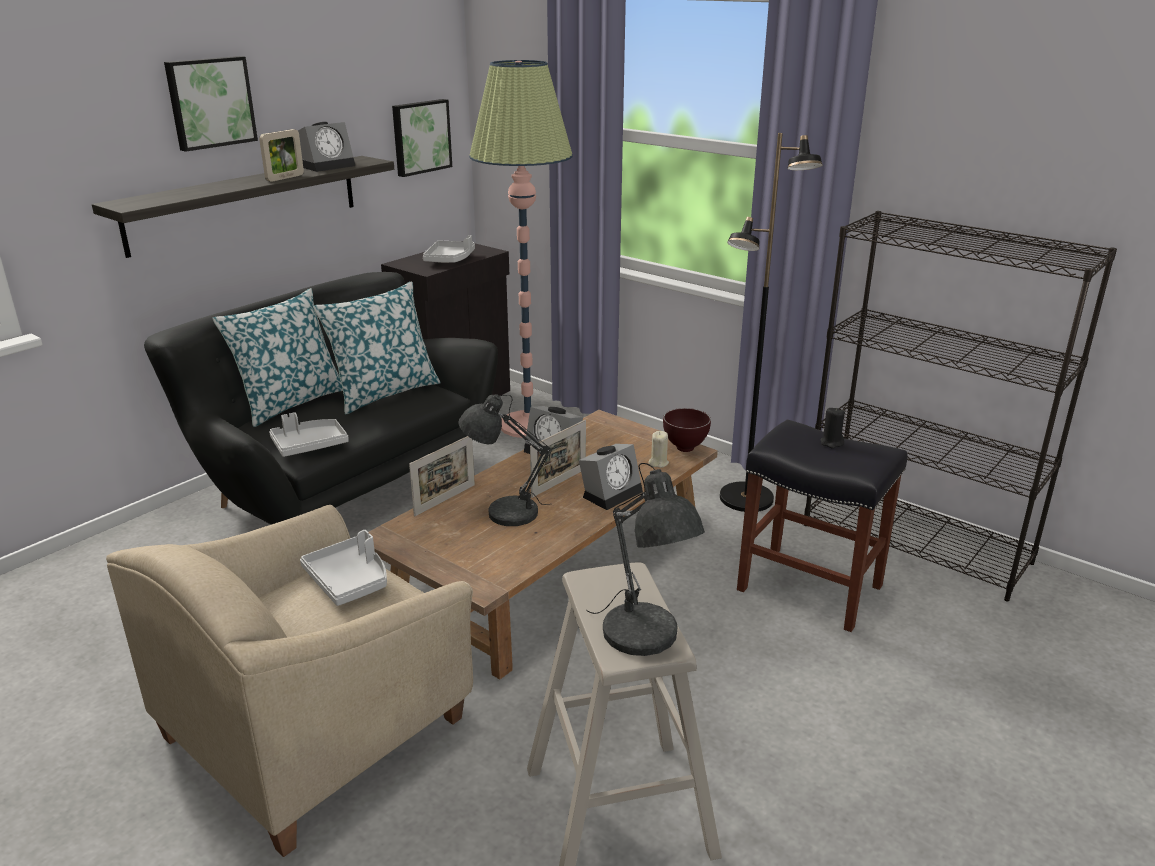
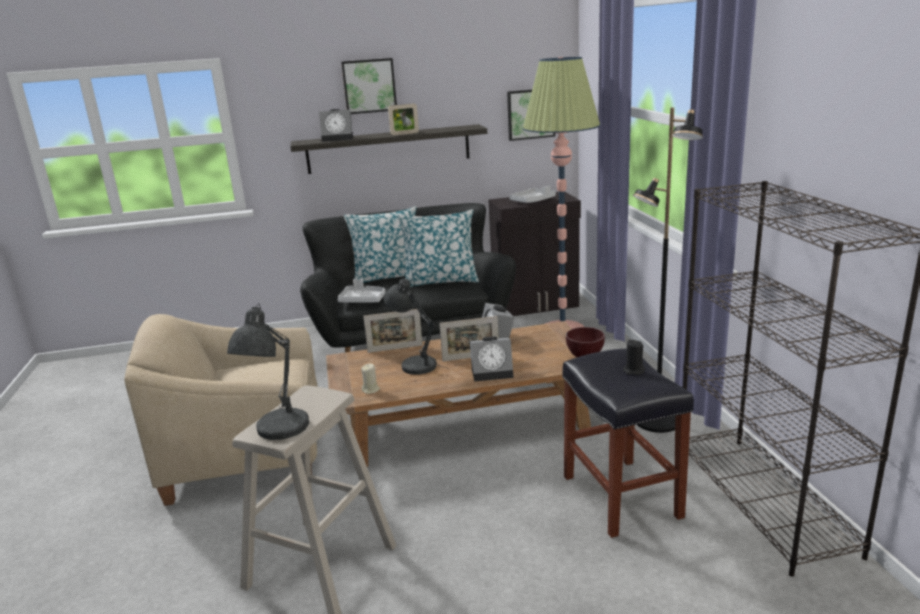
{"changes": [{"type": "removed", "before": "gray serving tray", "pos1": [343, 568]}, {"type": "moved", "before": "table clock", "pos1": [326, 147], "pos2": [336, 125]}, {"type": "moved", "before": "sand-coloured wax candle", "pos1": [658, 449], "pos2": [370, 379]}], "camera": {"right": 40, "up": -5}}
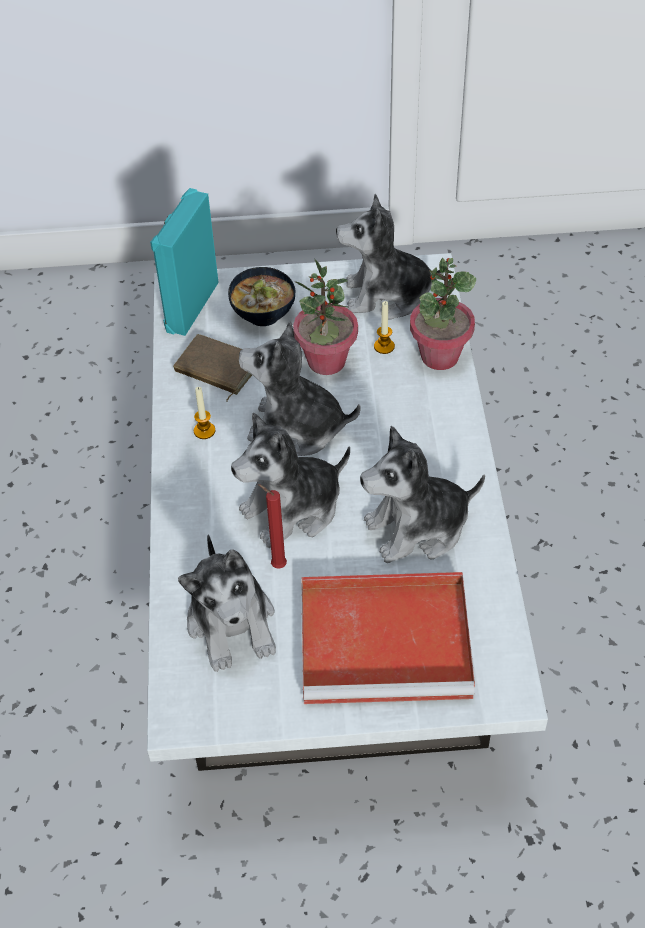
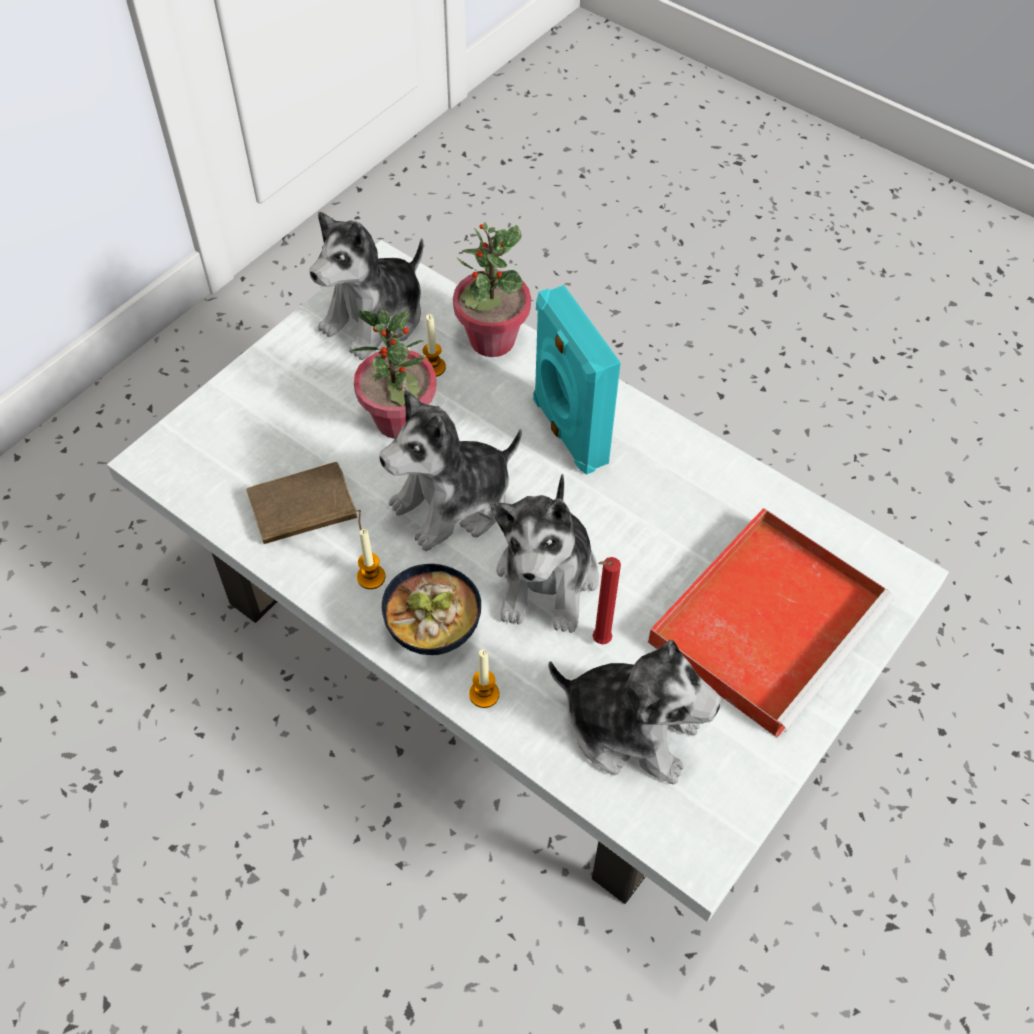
{"changes": [{"type": "removed", "before": "cuddly toy", "pos1": [422, 494]}, {"type": "added", "after": "wax candle", "pos2": [484, 678]}, {"type": "moved", "before": "turquoise speaker", "pos1": [184, 262], "pos2": [577, 380]}, {"type": "moved", "before": "serving bowl", "pos1": [261, 296], "pos2": [431, 609]}], "camera": {"right": -50, "up": 5}}
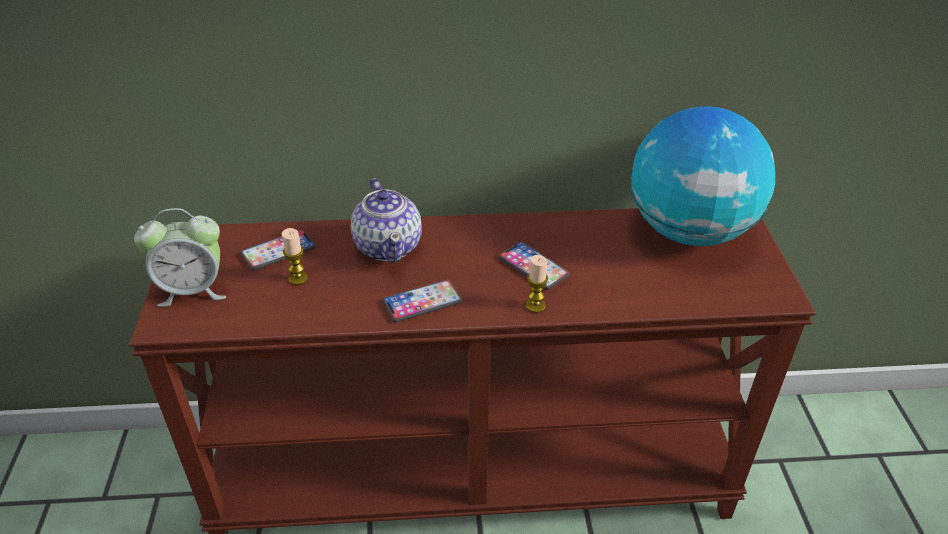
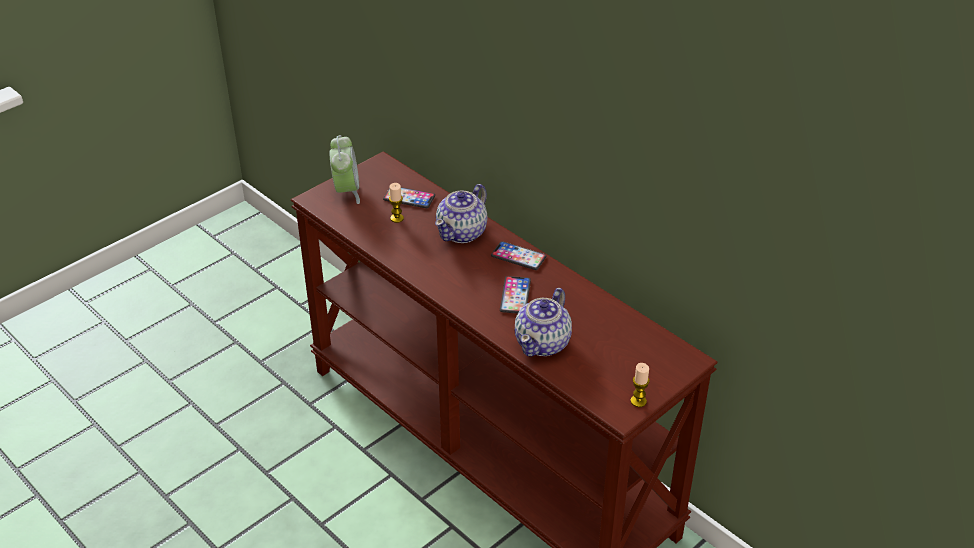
{"changes": [{"type": "removed", "before": "globe", "pos1": [702, 176]}, {"type": "added", "after": "pot for tea", "pos2": [543, 322]}, {"type": "moved", "before": "phone", "pos1": [422, 301], "pos2": [518, 255]}, {"type": "moved", "before": "wax candle", "pos1": [536, 284], "pos2": [640, 385]}, {"type": "turned", "before": "table clock", "pos1": [180, 257], "pos2": [345, 169], "turn": -135}], "camera": {"right": 50, "up": 0}}
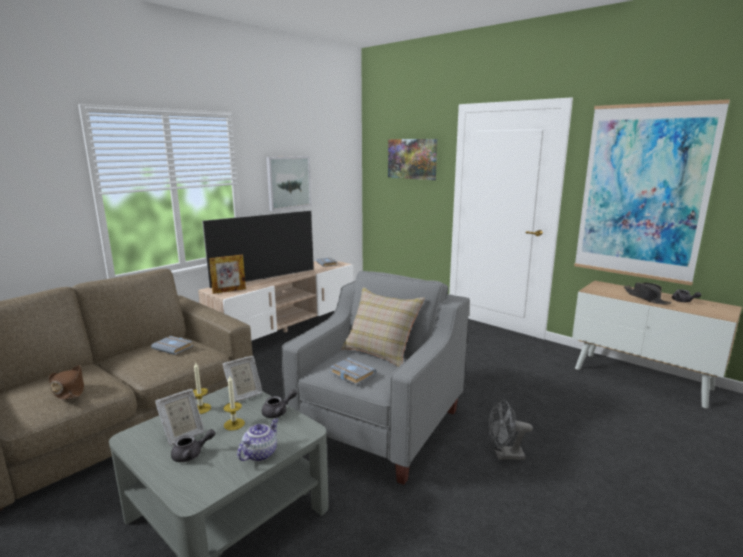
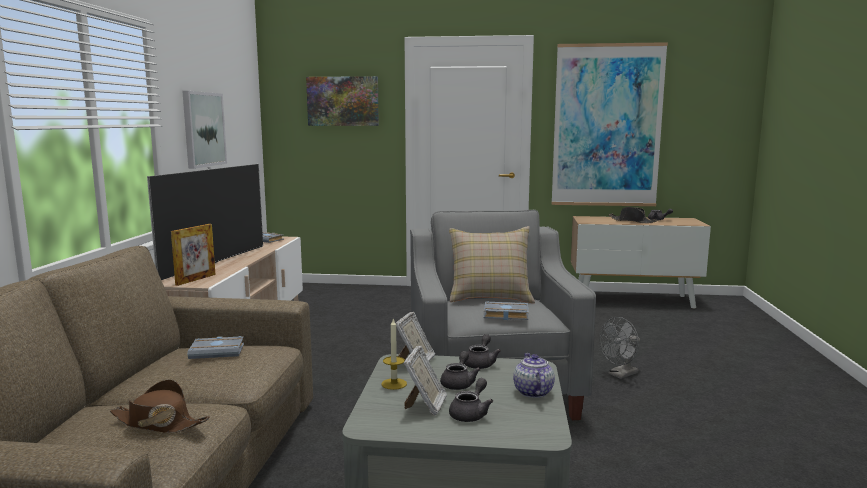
{"changes": [{"type": "replaced", "before": "wax candle", "after": "gray pot for tea", "pos1": [234, 403], "pos2": [460, 370]}], "camera": {"right": -35, "up": -5}}
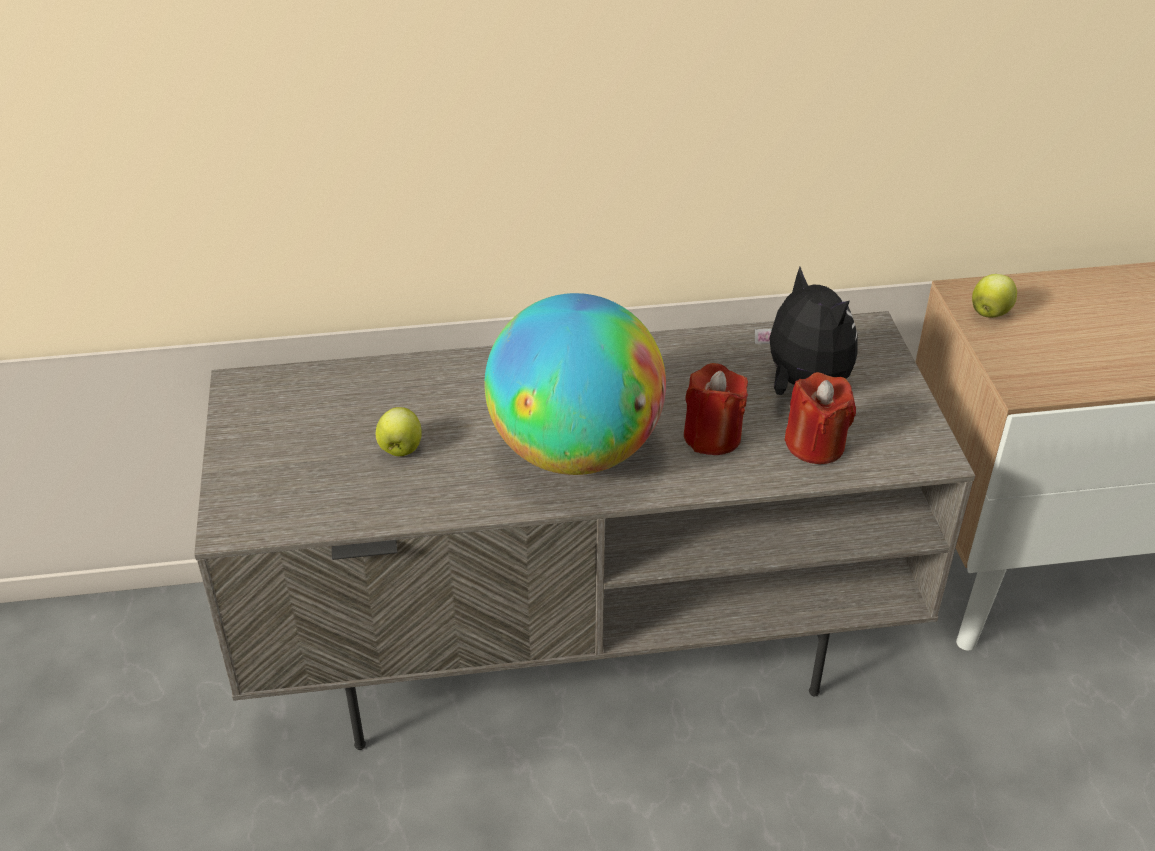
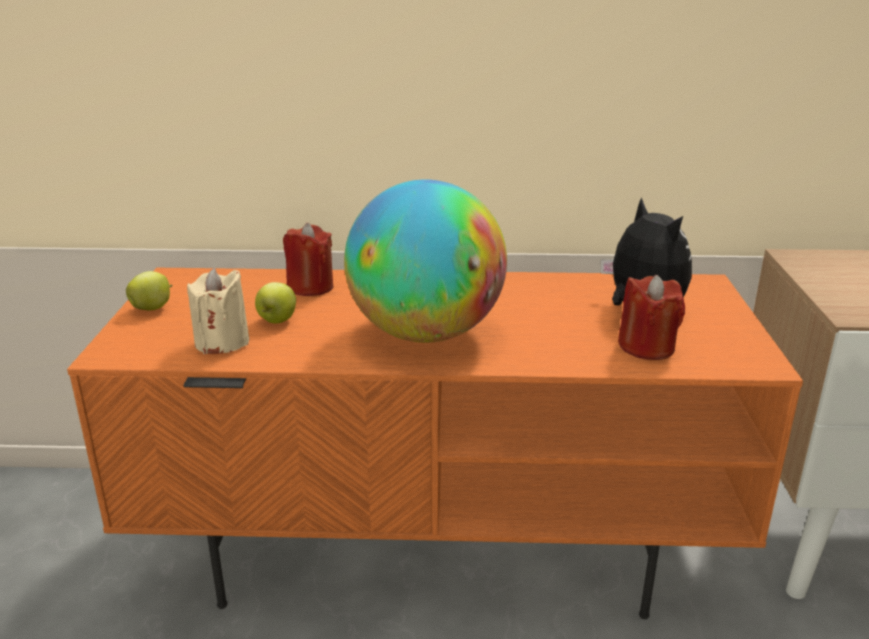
{"changes": [{"type": "added", "after": "sand-coloured wax candle", "pos2": [218, 311]}, {"type": "moved", "before": "reddish wax candle", "pos1": [716, 409], "pos2": [308, 259]}, {"type": "moved", "before": "apple fruit", "pos1": [994, 296], "pos2": [149, 290]}, {"type": "recoloured", "before": "gray tv unit", "after": "orange-coloured tv unit", "pos1": [584, 530], "pos2": [435, 443]}], "camera": {"right": 10, "up": -15}}
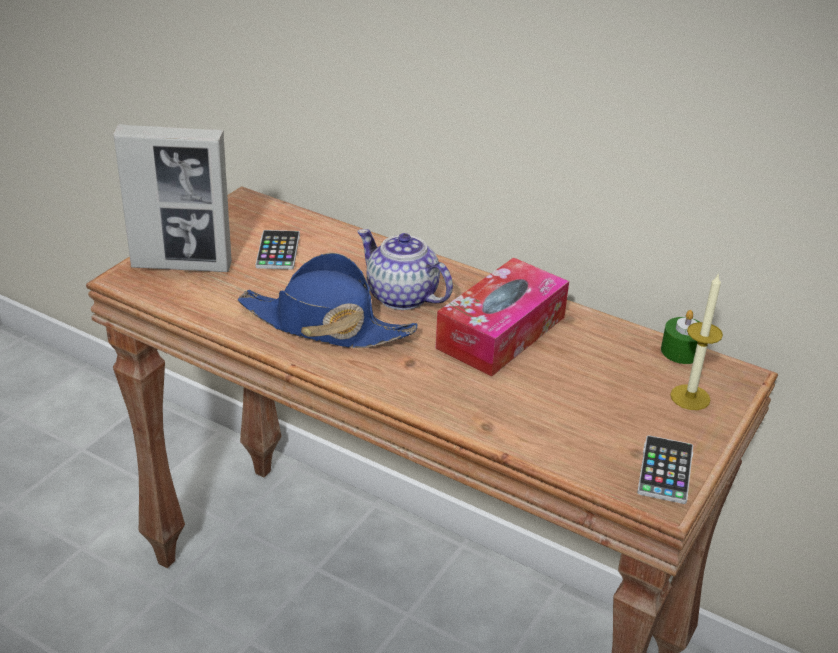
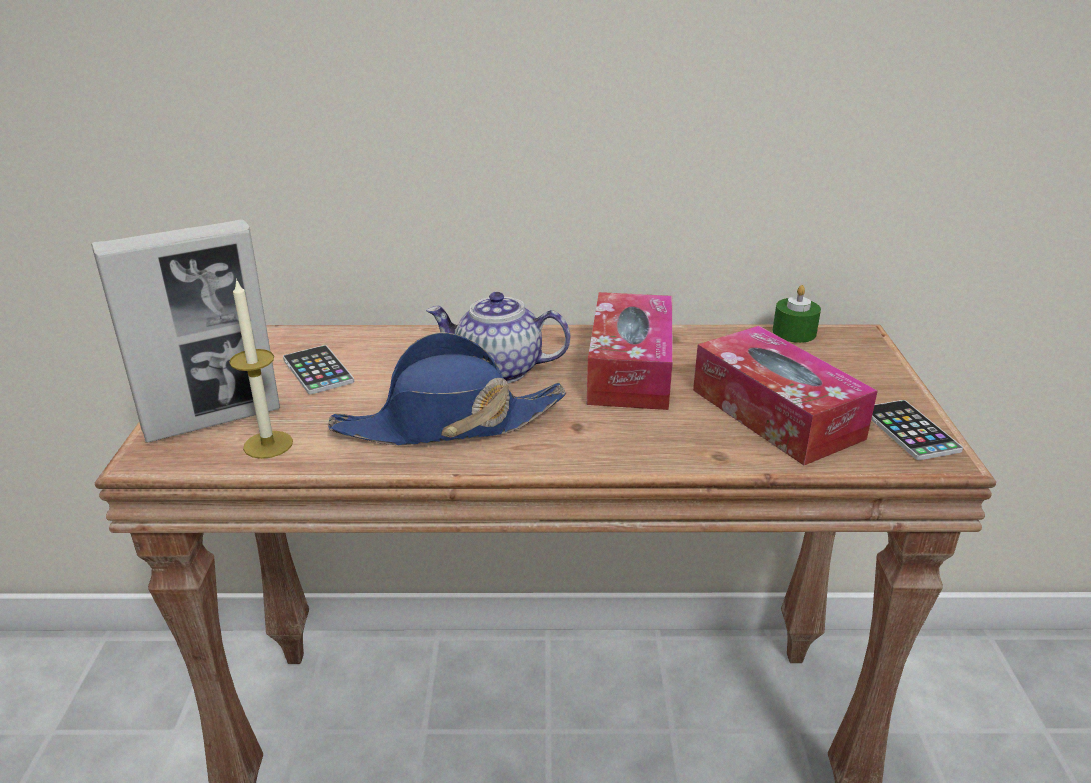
{"changes": [{"type": "added", "after": "box of tissues", "pos2": [785, 396]}, {"type": "moved", "before": "wax candle", "pos1": [696, 341], "pos2": [261, 368]}], "camera": {"right": -30, "up": -5}}
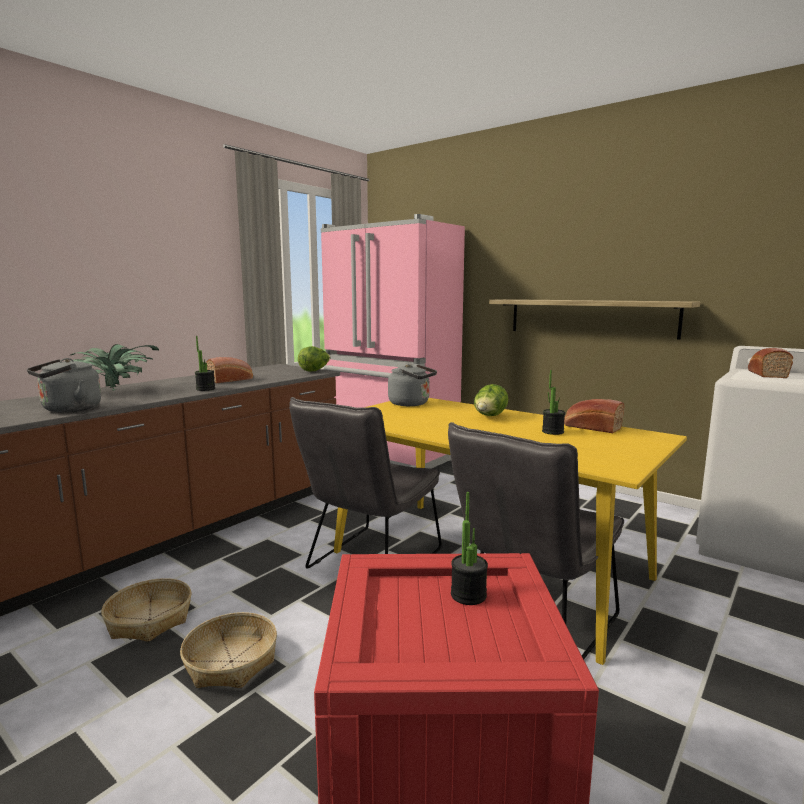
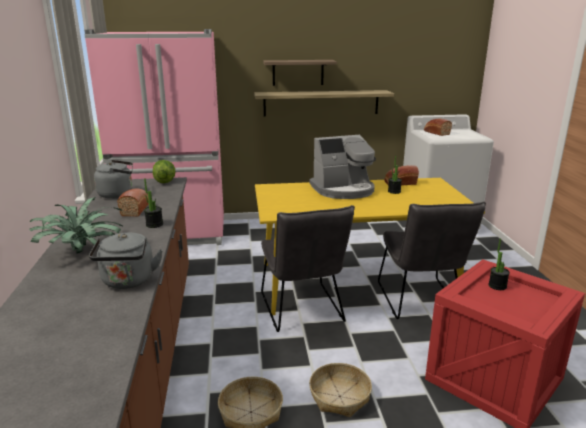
{"changes": [{"type": "added", "after": "bracket shelf", "pos2": [300, 73]}, {"type": "moved", "before": "gray water kettle", "pos1": [412, 385], "pos2": [113, 179]}, {"type": "replaced", "before": "lettuce", "after": "coffee brewer", "pos1": [491, 400], "pos2": [343, 167]}], "camera": {"right": -45, "up": 10}}
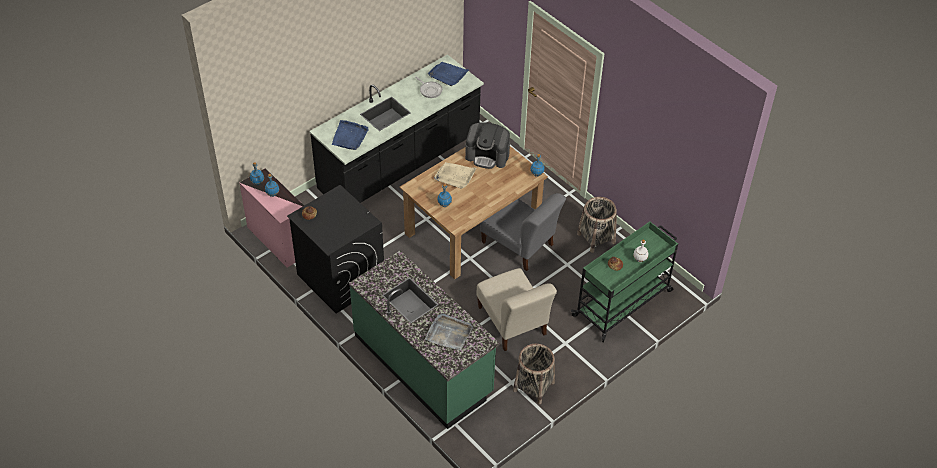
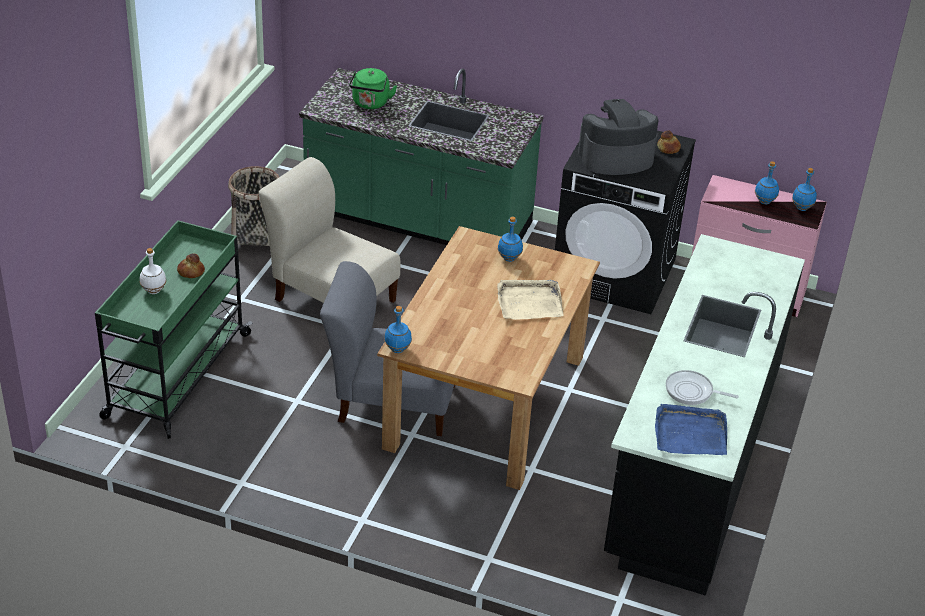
{"changes": [{"type": "removed", "before": "bluish serving tray", "pos1": [350, 135]}, {"type": "removed", "before": "storage basket", "pos1": [597, 225]}, {"type": "moved", "before": "coffee brewer", "pos1": [487, 145], "pos2": [618, 137]}, {"type": "replaced", "before": "gray serving tray", "after": "green-coloured water kettle", "pos1": [449, 331], "pos2": [373, 88]}], "camera": {"right": 150, "up": -10}}
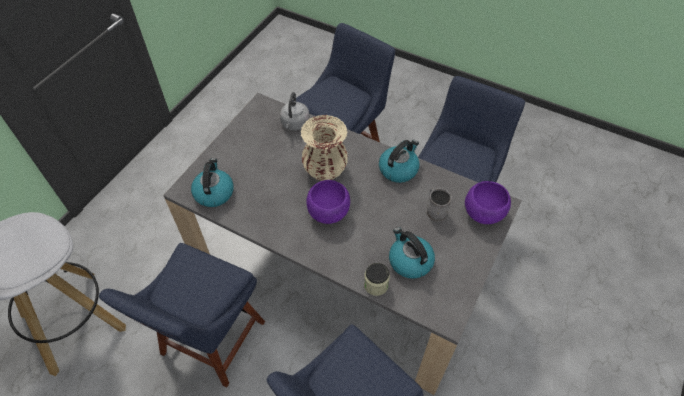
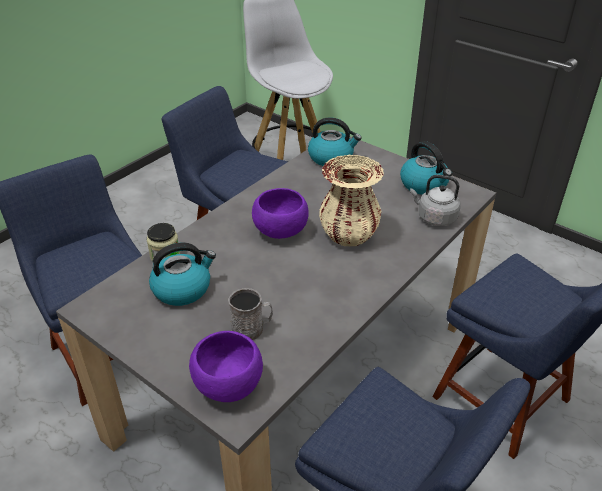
{"changes": [{"type": "moved", "before": "water kettle", "pos1": [399, 161], "pos2": [426, 168]}], "camera": {"right": 100, "up": -15}}
